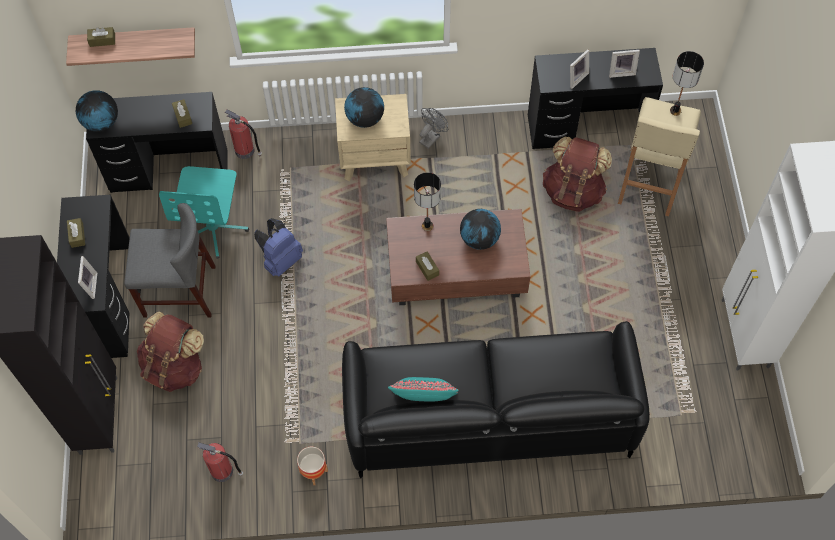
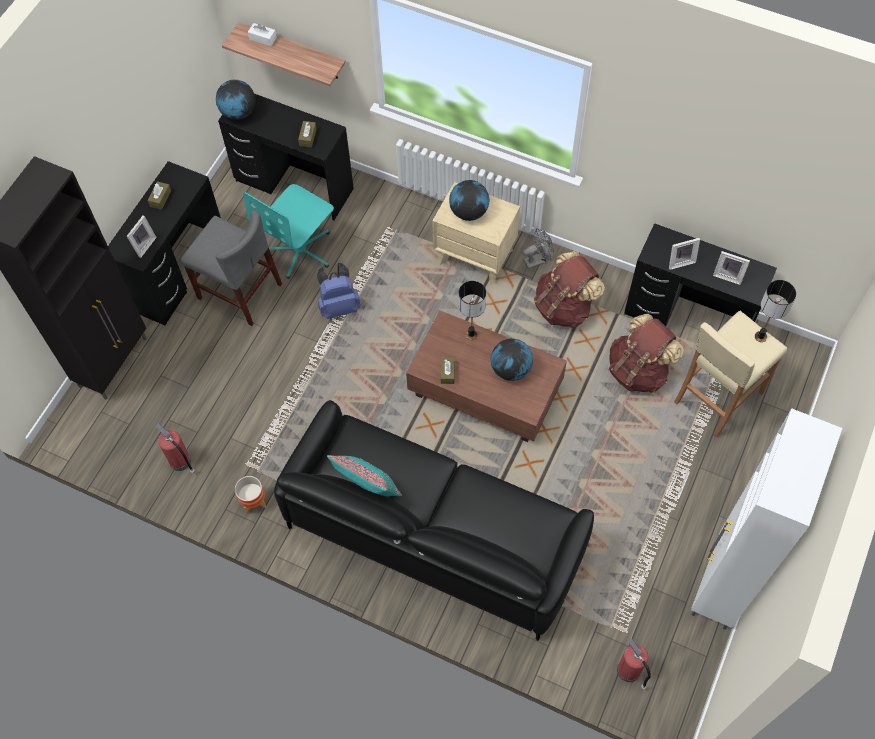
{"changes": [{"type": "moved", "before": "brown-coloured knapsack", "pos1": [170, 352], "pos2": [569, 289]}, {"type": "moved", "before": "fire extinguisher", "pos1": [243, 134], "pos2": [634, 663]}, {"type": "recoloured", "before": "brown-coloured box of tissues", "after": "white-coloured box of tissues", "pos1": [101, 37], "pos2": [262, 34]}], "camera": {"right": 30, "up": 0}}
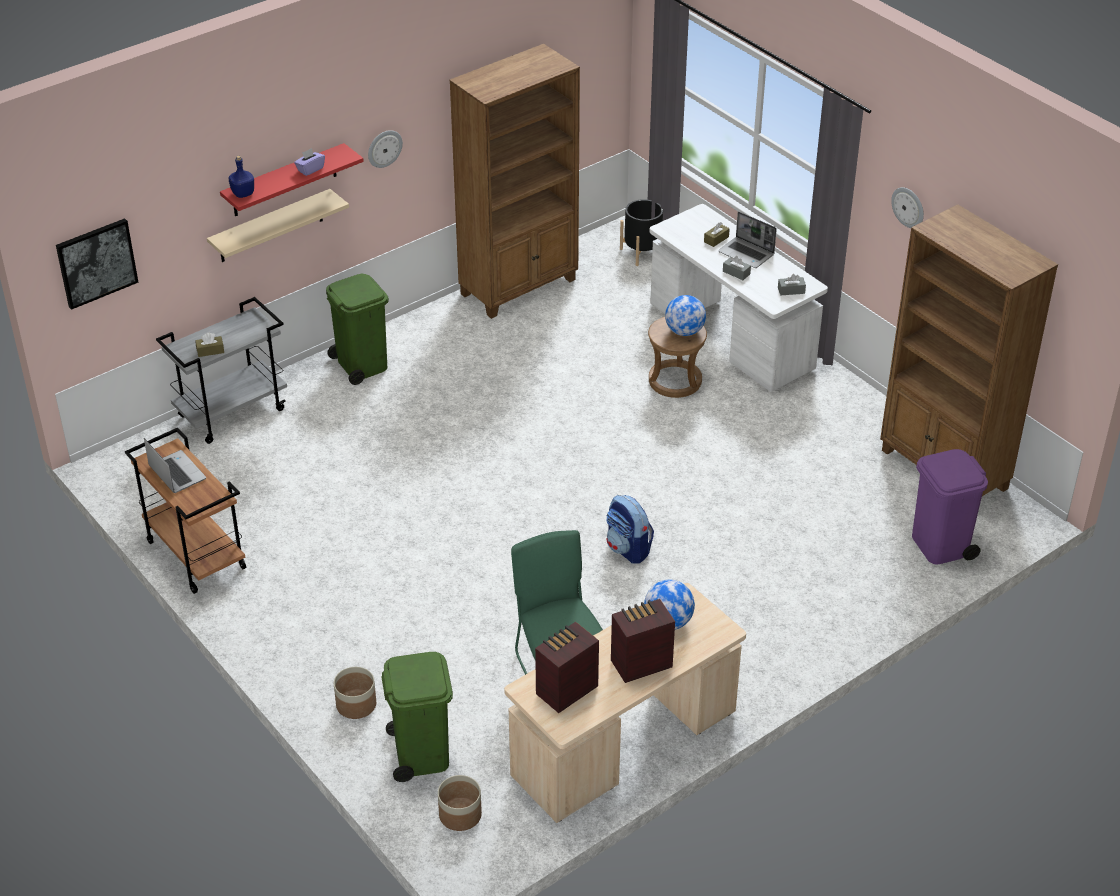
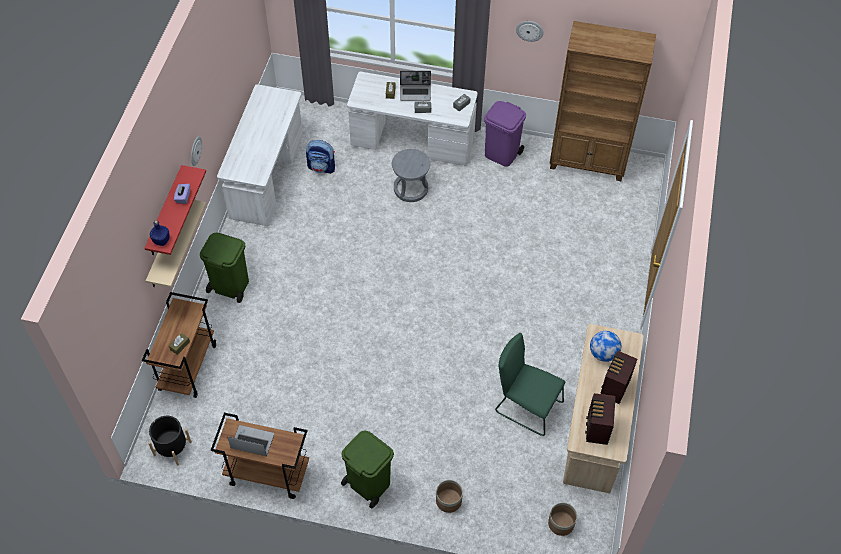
{"changes": [{"type": "removed", "before": "picture", "pos1": [97, 264]}, {"type": "removed", "before": "globe", "pos1": [685, 315]}, {"type": "moved", "before": "green-coloured waste bin", "pos1": [417, 717], "pos2": [367, 470]}, {"type": "moved", "before": "knapsack", "pos1": [630, 529], "pos2": [320, 157]}, {"type": "moved", "before": "black-coloured flower pot", "pos1": [641, 232], "pos2": [170, 440]}, {"type": "moved", "before": "purplish waste bin", "pos1": [950, 507], "pos2": [505, 134]}, {"type": "replaced", "before": "brown-coloured bookshelf", "after": "white-coloured desk", "pos1": [514, 181], "pos2": [260, 155]}, {"type": "recoloured", "before": "gray trolley", "after": "brown-coloured trolley", "pos1": [221, 370], "pos2": [179, 345]}, {"type": "recoloured", "before": "brown-coloured stool seat", "after": "gray stool seat", "pos1": [677, 357], "pos2": [411, 175]}], "camera": {"right": -40, "up": 15}}
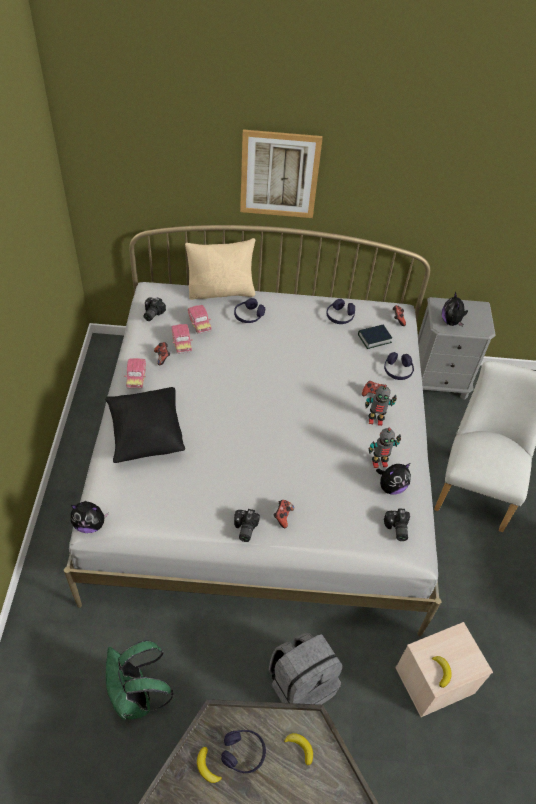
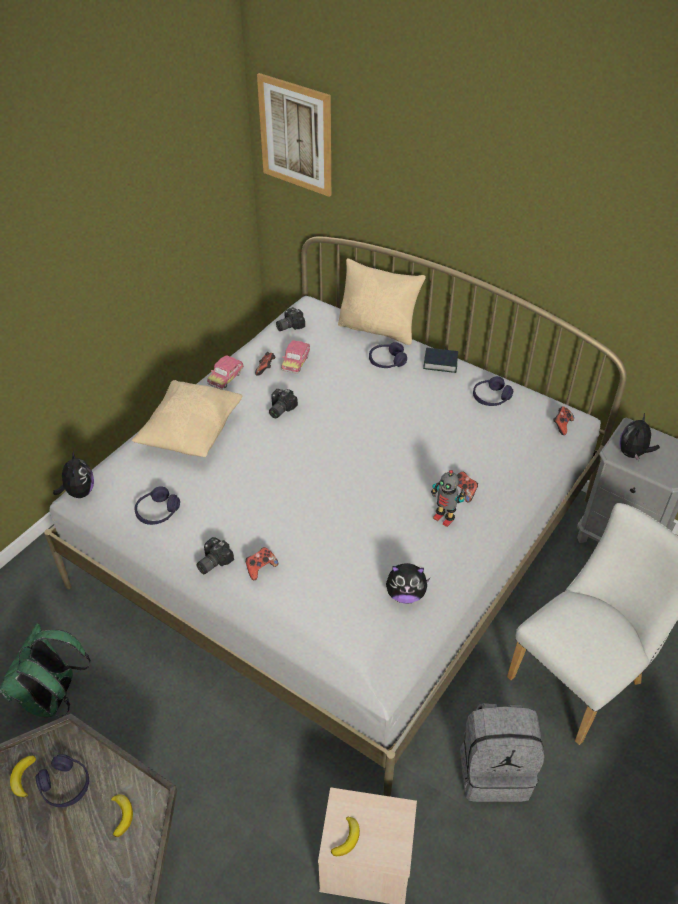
{"changes": [{"type": "removed", "before": "toy car", "pos1": [200, 319]}, {"type": "removed", "before": "model robot", "pos1": [385, 447]}, {"type": "moved", "before": "picture", "pos1": [281, 173], "pos2": [294, 135]}, {"type": "moved", "before": "gray knapsack", "pos1": [306, 669], "pos2": [502, 752]}, {"type": "moved", "before": "volume", "pos1": [375, 337], "pos2": [440, 360]}, {"type": "moved", "before": "purplish pair of headphones", "pos1": [399, 366], "pos2": [157, 505]}, {"type": "moved", "before": "still camera", "pos1": [397, 525], "pos2": [283, 403]}, {"type": "recoloured", "before": "black-coloured pillow", "after": "sand-coloured pillow", "pos1": [145, 425], "pos2": [187, 418]}, {"type": "turned", "before": "cuddly toy", "pos1": [90, 517], "pos2": [73, 474], "turn": -135}], "camera": {"right": 35, "up": -5}}
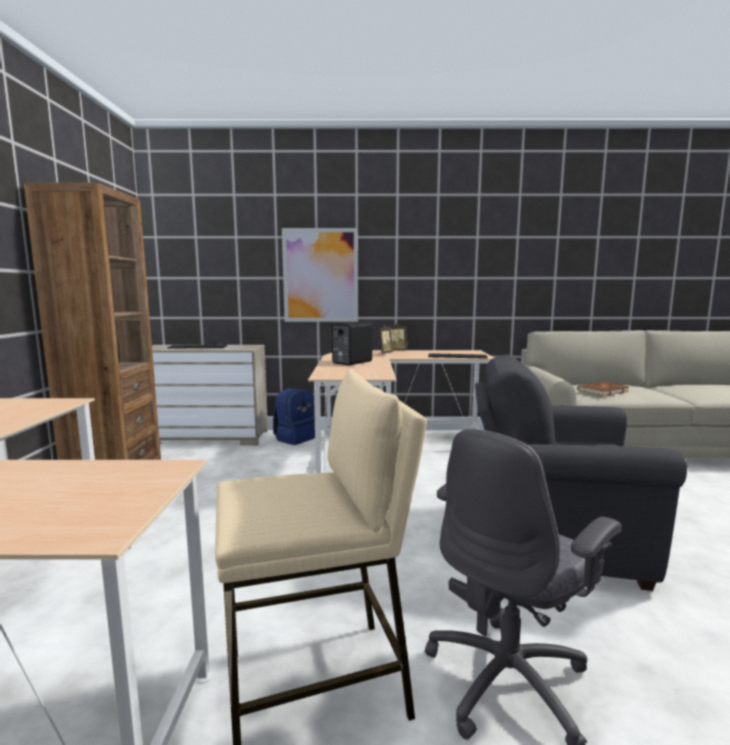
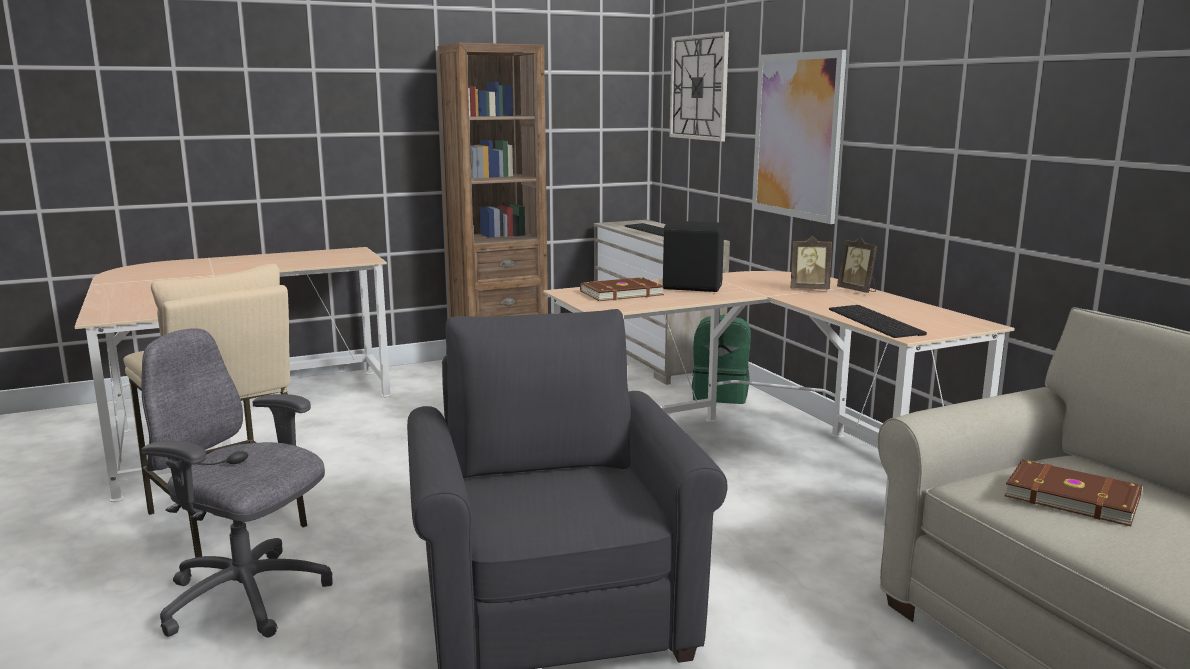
{"changes": [{"type": "added", "after": "brown-coloured volume", "pos2": [622, 289]}, {"type": "added", "after": "hanging clock", "pos2": [699, 87]}, {"type": "recoloured", "before": "bluish knapsack", "after": "green-coloured knapsack", "pos1": [294, 416], "pos2": [721, 359]}], "camera": {"right": 65, "up": 5}}
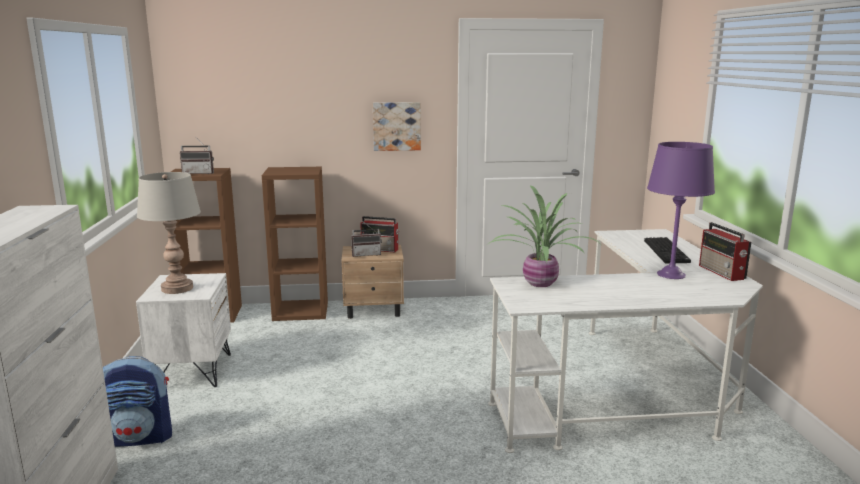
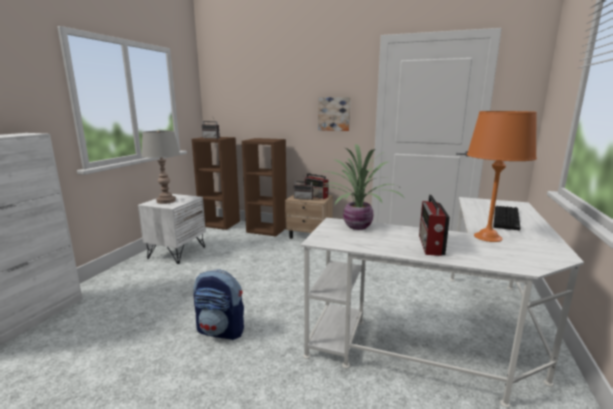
{"changes": [{"type": "moved", "before": "knapsack", "pos1": [137, 401], "pos2": [219, 304]}, {"type": "moved", "before": "radio receiver", "pos1": [725, 251], "pos2": [434, 225]}, {"type": "recoloured", "before": "purplish table lamp", "after": "orange-coloured table lamp", "pos1": [681, 210], "pos2": [502, 176]}], "camera": {"right": 25, "up": 0}}
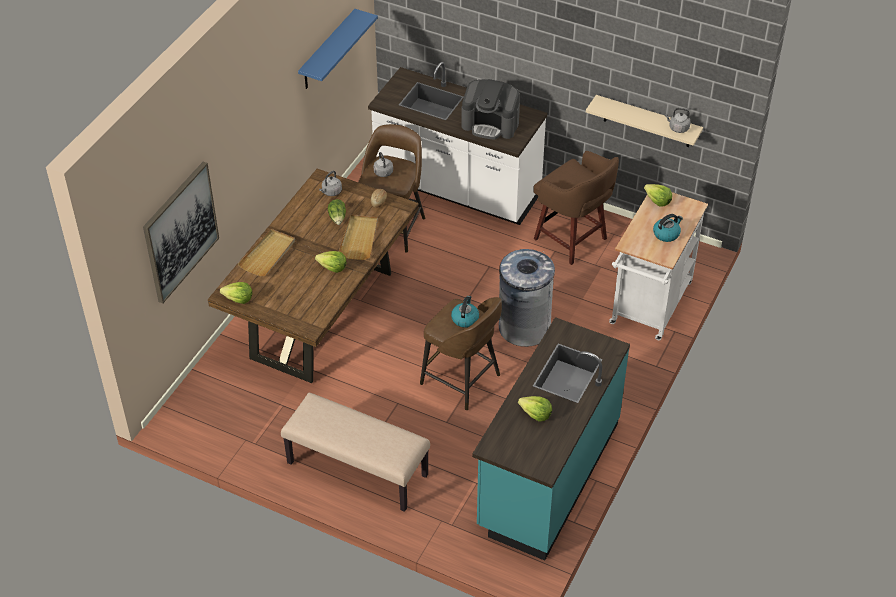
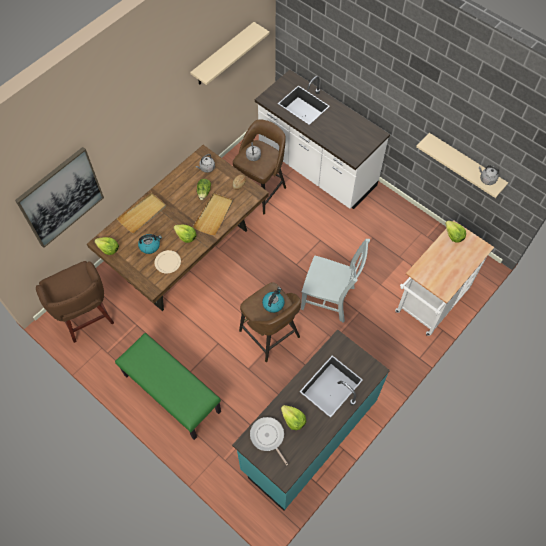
{"changes": [{"type": "removed", "before": "coffee brewer", "pos1": [490, 109]}, {"type": "added", "after": "sand-coloured flat dish", "pos2": [167, 262]}, {"type": "added", "after": "skillet", "pos2": [269, 441]}, {"type": "moved", "before": "brown-coloured stool seat", "pos1": [576, 208], "pos2": [75, 302]}, {"type": "moved", "before": "water kettle", "pos1": [668, 228], "pos2": [150, 244]}, {"type": "replaced", "before": "gray waste bin", "after": "gray upright chair", "pos1": [527, 298], "pos2": [335, 281]}, {"type": "recoloured", "before": "sand-coloured bench", "after": "green-coloured bench", "pos1": [355, 452], "pos2": [168, 386]}, {"type": "recoloured", "before": "bluish bracket shelf", "after": "sand-coloured bracket shelf", "pos1": [338, 49], "pos2": [230, 53]}], "camera": {"right": 15, "up": 15}}
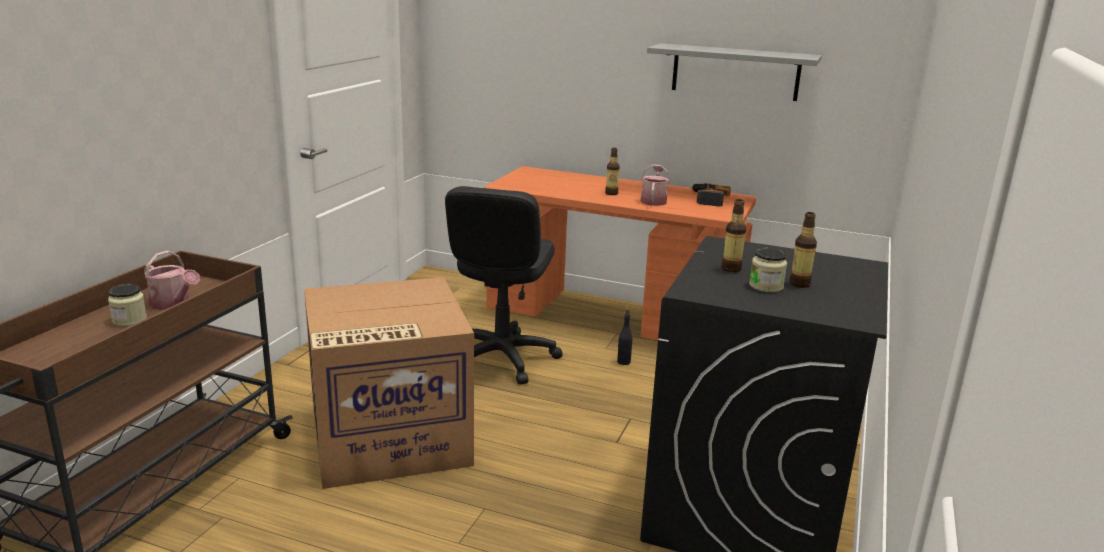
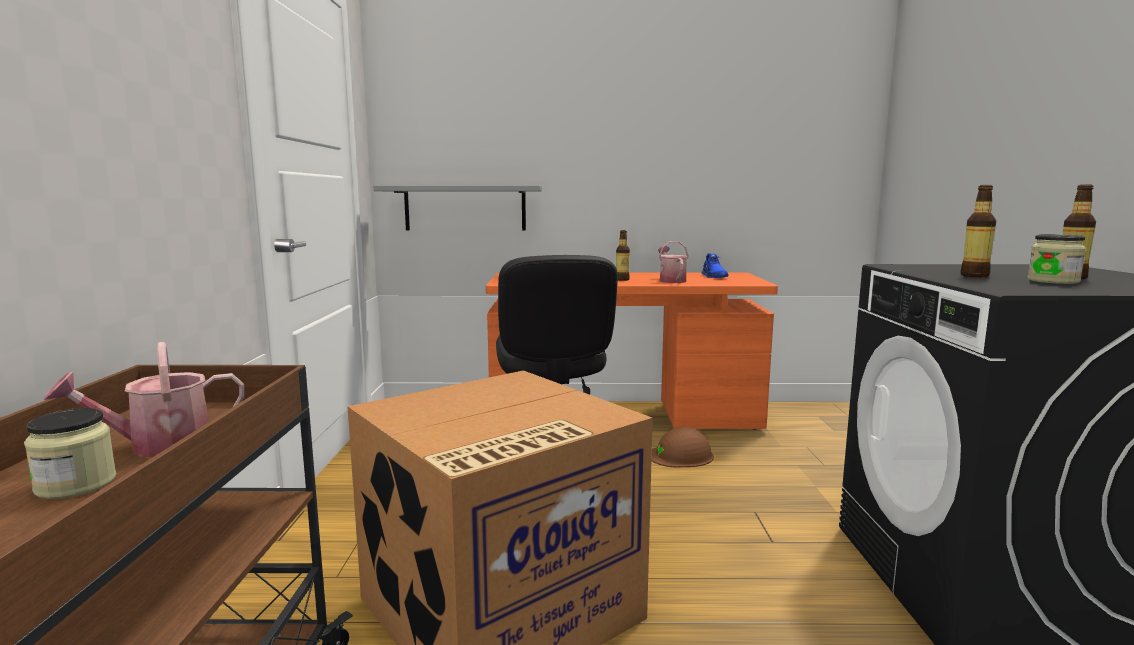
{"changes": [{"type": "moved", "before": "gray bracket shelf", "pos1": [734, 72], "pos2": [458, 207]}, {"type": "replaced", "before": "black-coloured drink bottle", "after": "brown-coloured work helmet", "pos1": [624, 337], "pos2": [682, 447]}, {"type": "replaced", "before": "power drill", "after": "bluish item of footwear", "pos1": [711, 195], "pos2": [715, 265]}, {"type": "turned", "before": "watering can", "pos1": [172, 280], "pos2": [144, 399], "turn": 135}], "camera": {"right": -20, "up": -10}}
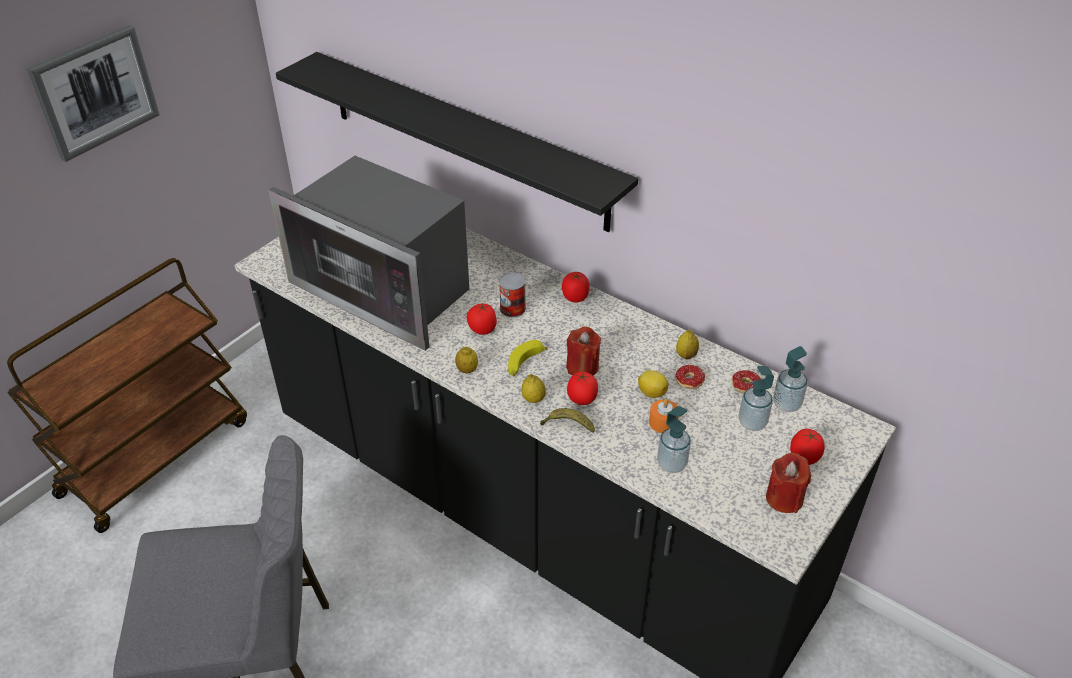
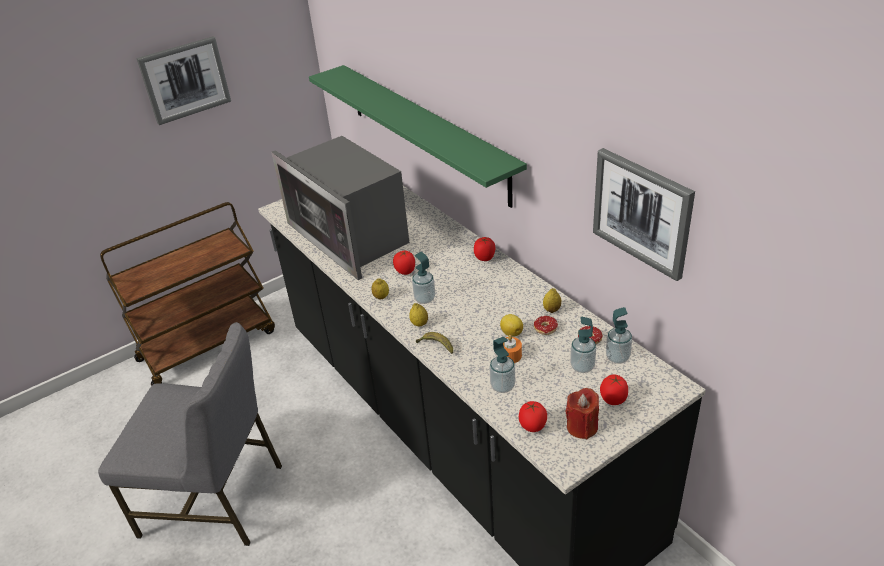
{"changes": [{"type": "removed", "before": "sealed can", "pos1": [512, 294]}, {"type": "removed", "before": "reddish wax candle", "pos1": [583, 350]}, {"type": "added", "after": "picture", "pos2": [644, 214]}, {"type": "moved", "before": "fresh tomato", "pos1": [582, 388], "pos2": [533, 416]}, {"type": "replaced", "before": "whole banana", "after": "soap dispenser", "pos1": [528, 358], "pos2": [423, 278]}, {"type": "recoloured", "before": "black-coloured bracket shelf", "after": "green-coloured bracket shelf", "pos1": [457, 142], "pos2": [418, 136]}], "camera": {"right": 20, "up": -5}}
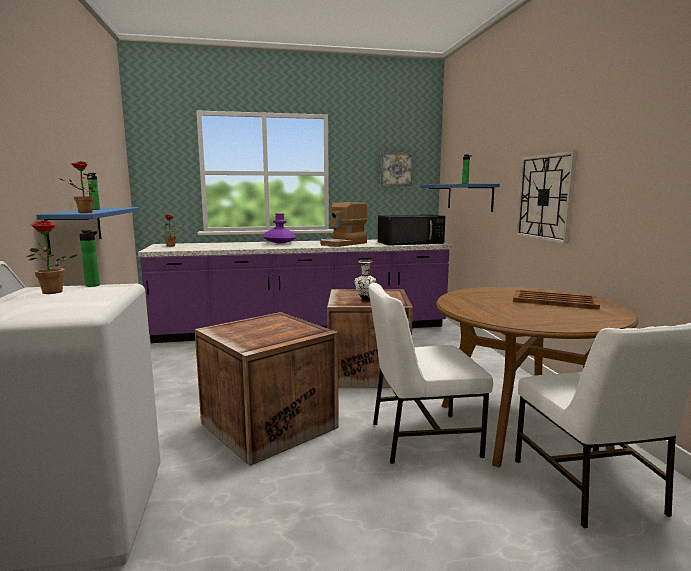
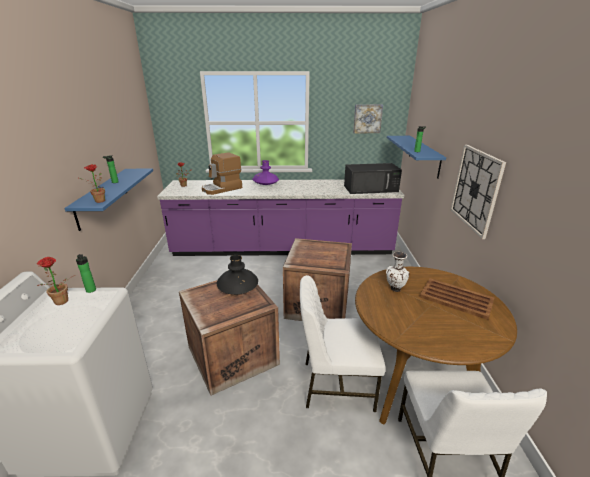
{"changes": [{"type": "added", "after": "black-coloured decorative vase", "pos2": [237, 275]}, {"type": "moved", "before": "coffee brewer", "pos1": [343, 224], "pos2": [222, 173]}, {"type": "moved", "before": "white-coloured decorative vase", "pos1": [366, 281], "pos2": [397, 272]}], "camera": {"right": 10, "up": 15}}
